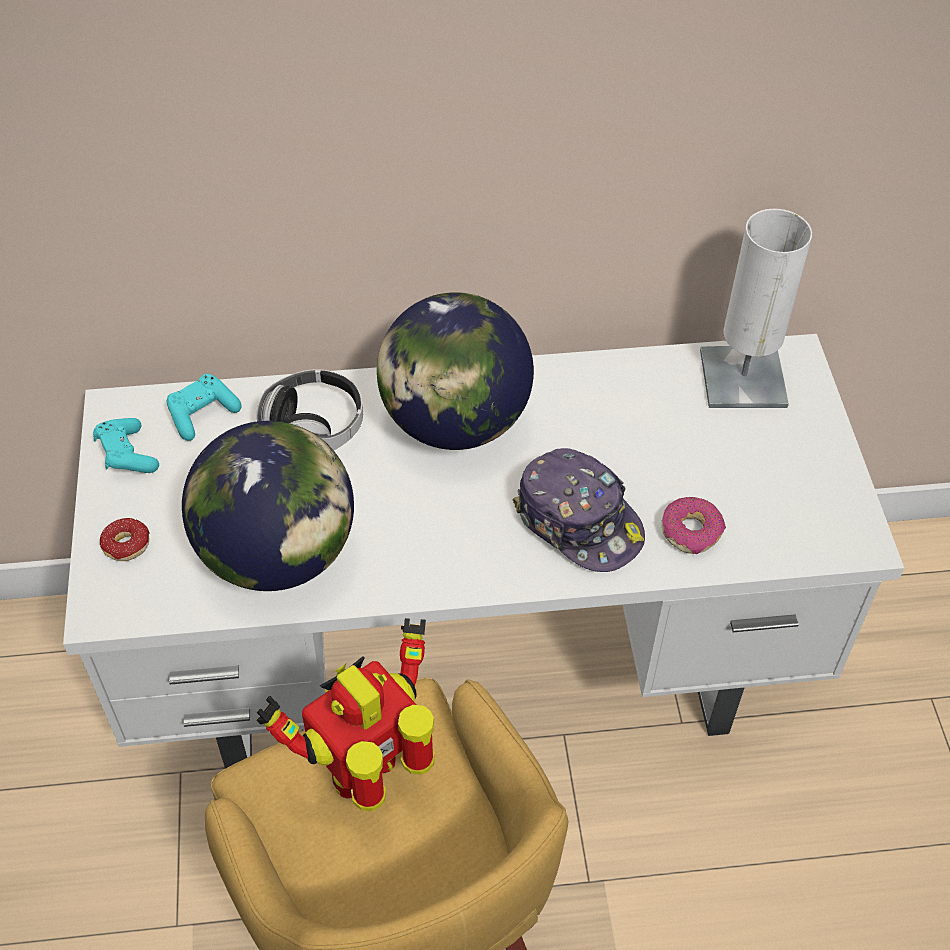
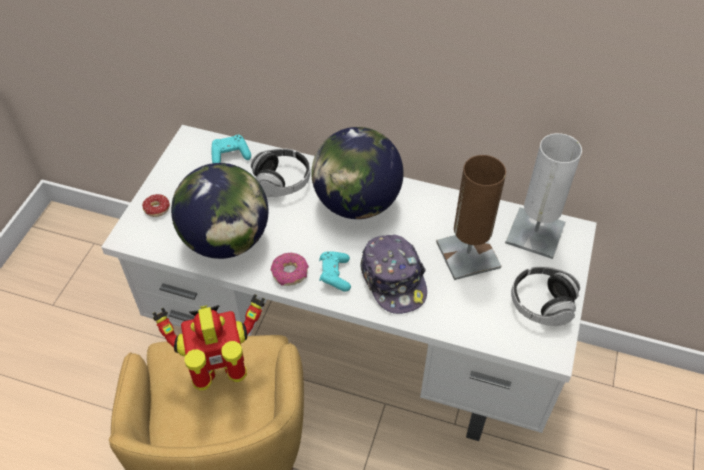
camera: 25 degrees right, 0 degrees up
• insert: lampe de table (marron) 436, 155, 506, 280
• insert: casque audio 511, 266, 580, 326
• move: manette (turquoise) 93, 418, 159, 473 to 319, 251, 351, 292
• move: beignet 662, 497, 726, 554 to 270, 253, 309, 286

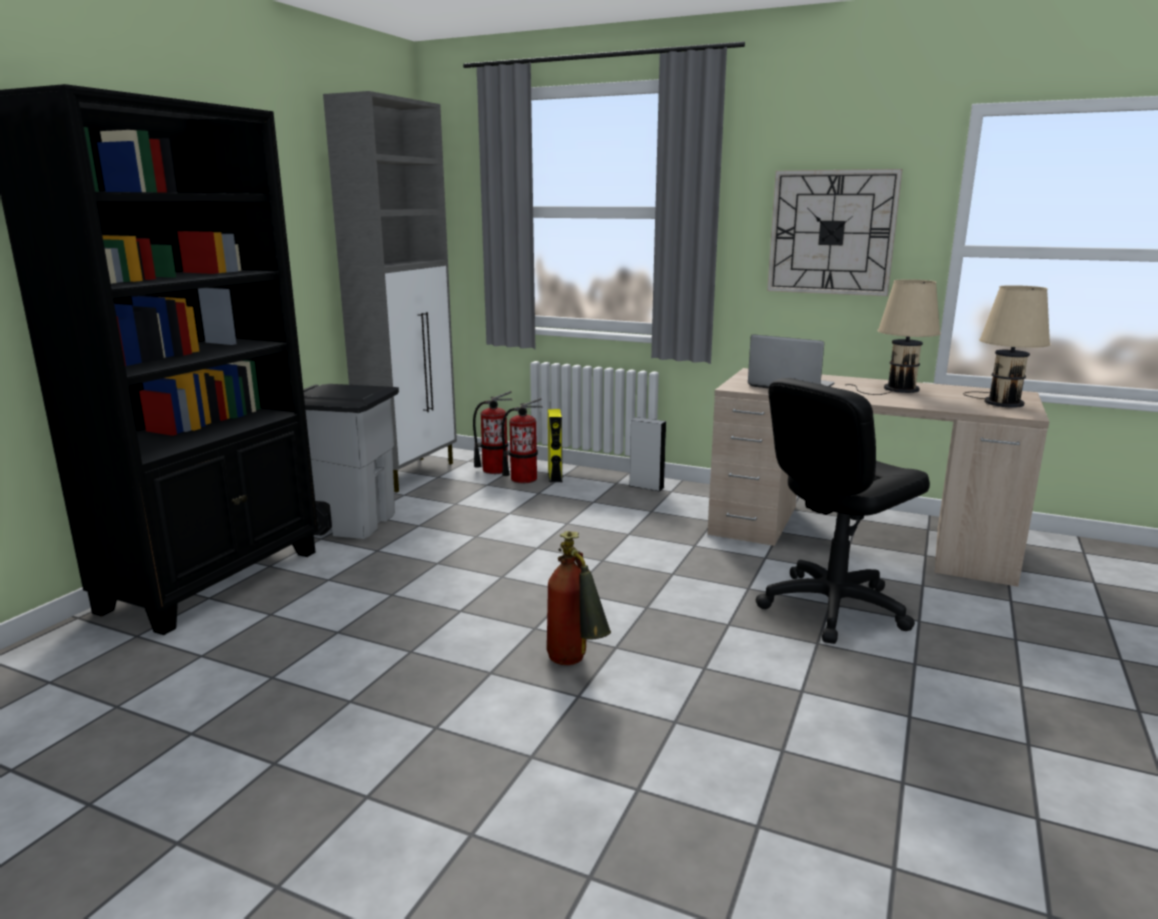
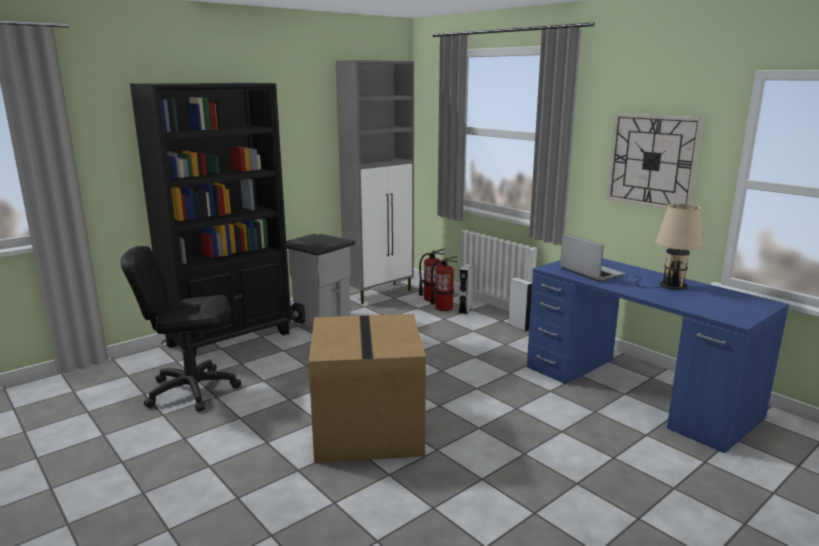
camera: 25 degrees right, 0 degrees up
• delete: lampe de table (beige) 963, 285, 1051, 408
• move: chaise de bureau (noir) 756, 378, 930, 644 to 121, 246, 241, 412
• replace: extincteur 547, 531, 611, 665 to carton 309, 314, 426, 463
• recolor: enceinte (jaune) 548, 409, 563, 483 to enceinte (gris) 458, 264, 473, 314
• recolor: bureau (beige) 707, 368, 1049, 587 to bureau (bleu) 527, 258, 789, 454

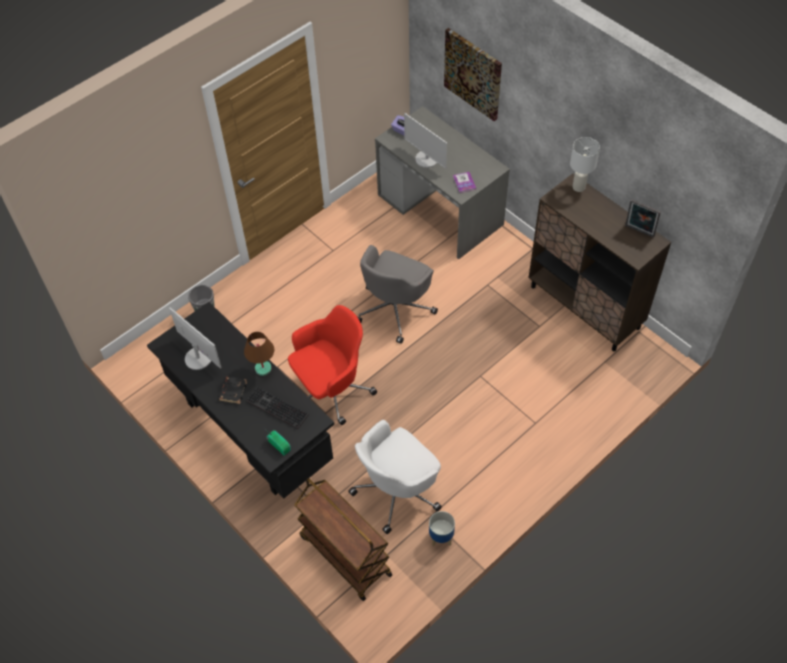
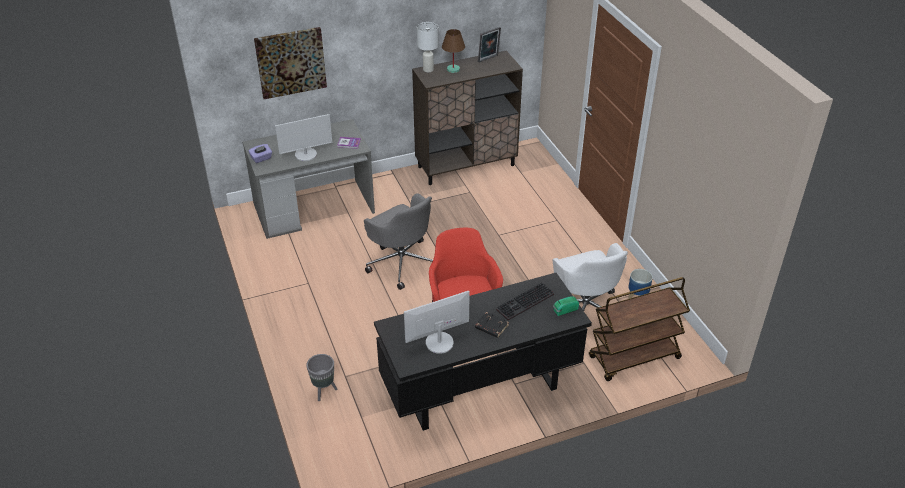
camera: 70 degrees left, 15 degrees down
• move: lampe de table (marron) 244, 332, 274, 376 to 442, 29, 465, 73

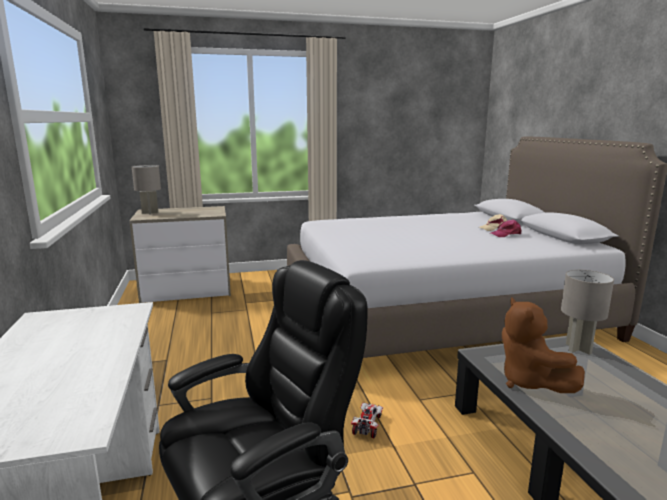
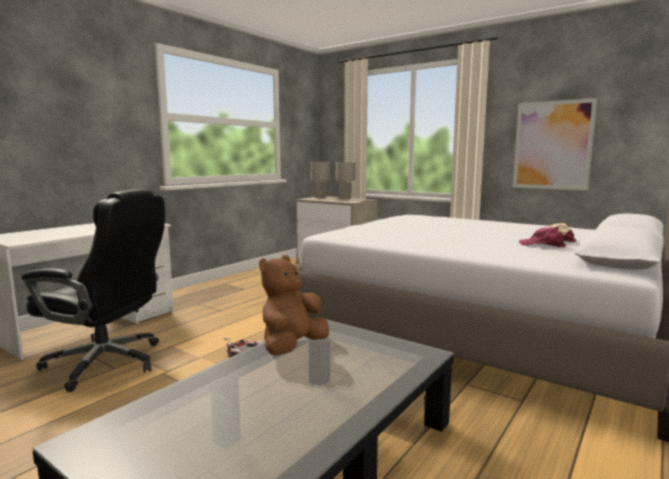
camera: 50 degrees right, 5 degrees down
• insert: tableau 513, 98, 597, 190
• move: lampe de table (gris) 561, 270, 614, 355 to 336, 162, 355, 199

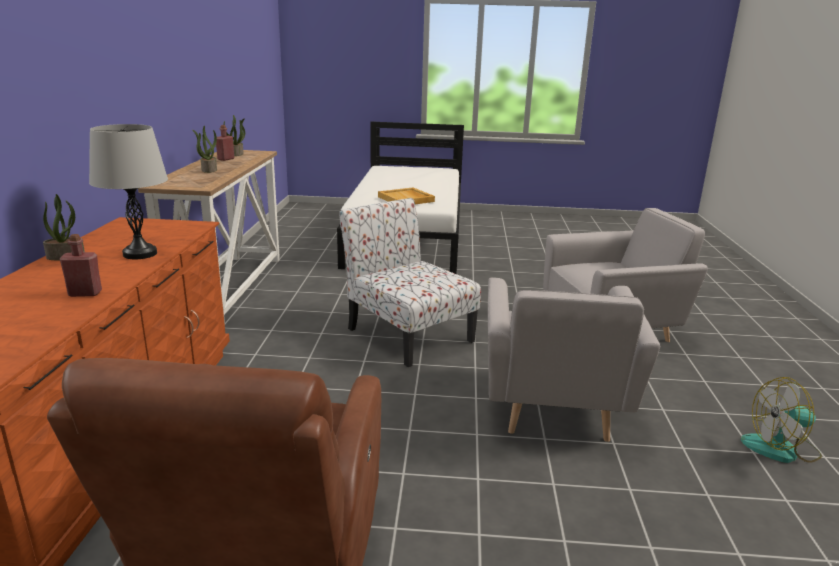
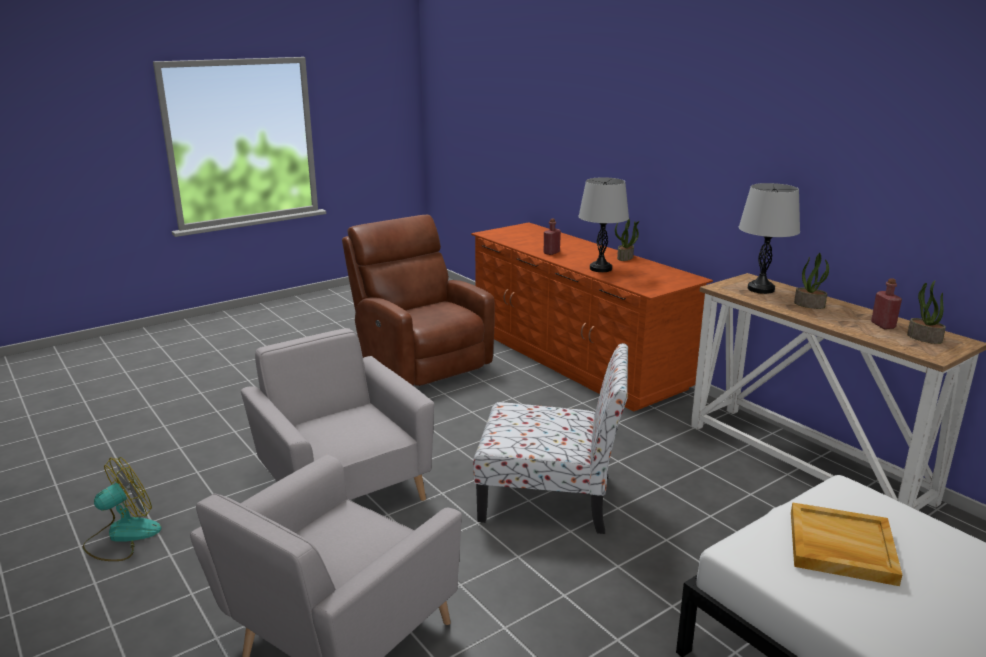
camera: 140 degrees right, 0 degrees up
• insert: lampe de table (gris) 739, 183, 800, 294

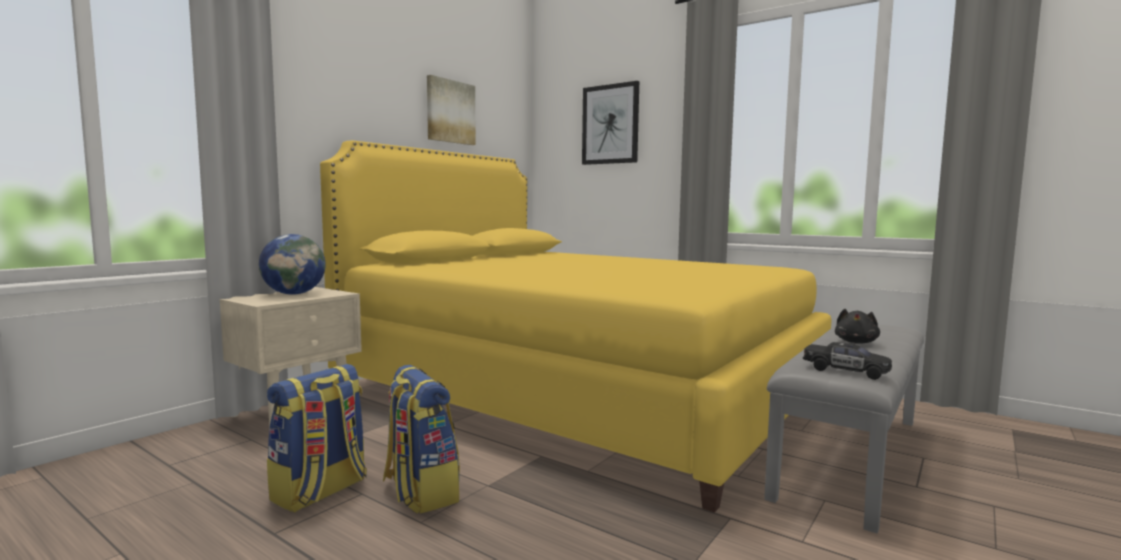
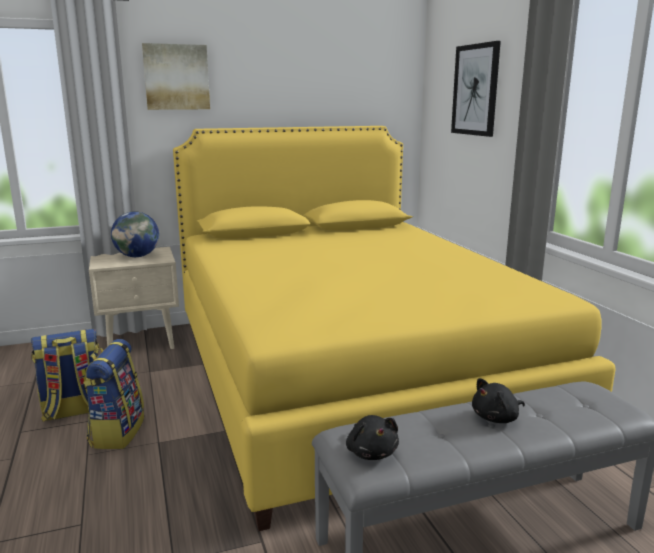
camera: 35 degrees right, 10 degrees up
• move: tableau 427, 75, 476, 145 to 142, 43, 210, 110
• replace: petite voiture (noir) 803, 342, 892, 380 to peluche (noir) 346, 415, 399, 460

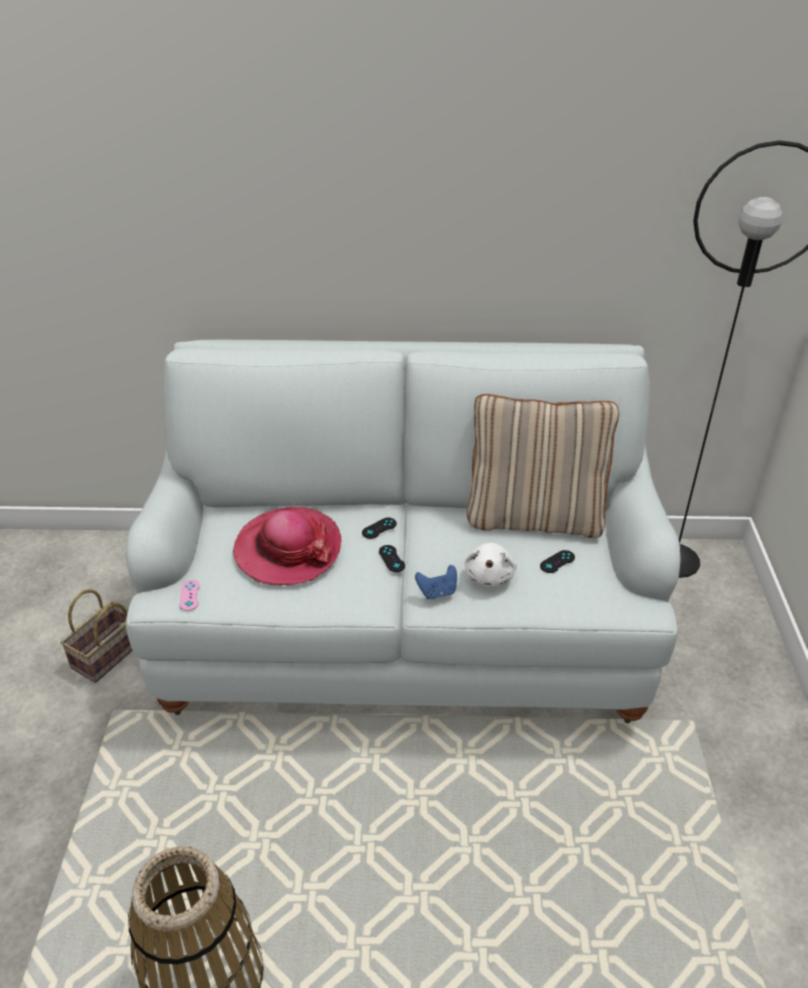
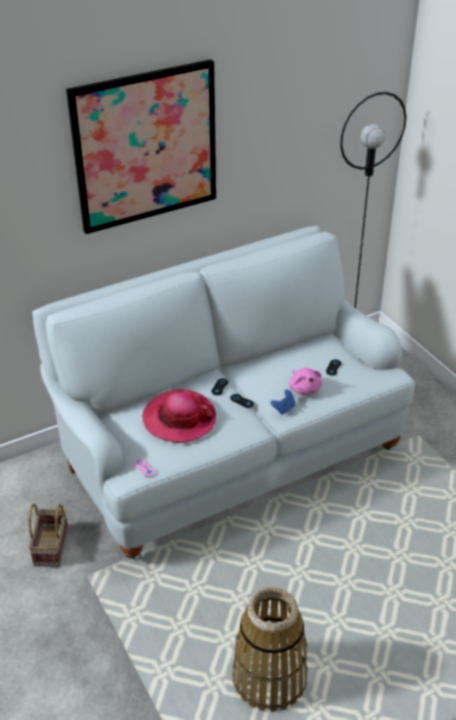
camera: 30 degrees left, 0 degrees up
• delete: coussin (beige) 467, 394, 619, 538
• insert: tableau 66, 59, 216, 234
• recolor: peluche (blanc) 465, 542, 517, 587 to peluche (rose) 289, 368, 322, 395

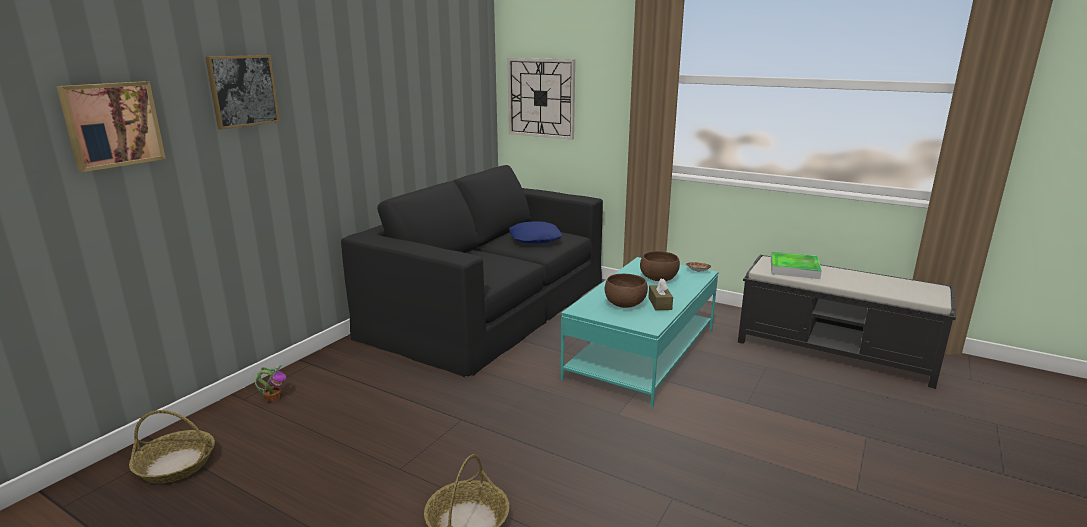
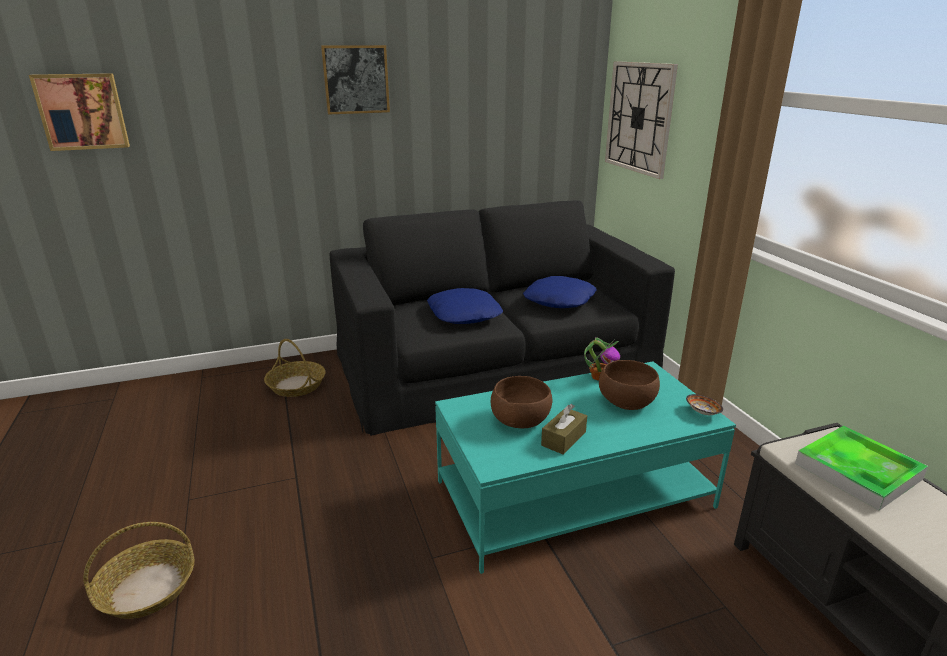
camera: 40 degrees right, 5 degrees up
• insert: coussin (bleu) 427, 288, 503, 324
• move: panier 129, 410, 215, 483 to 264, 339, 326, 397
• move: tableau 205, 55, 280, 129 to 321, 45, 390, 115
• move: plante en pot 255, 365, 286, 402 to 584, 337, 620, 380

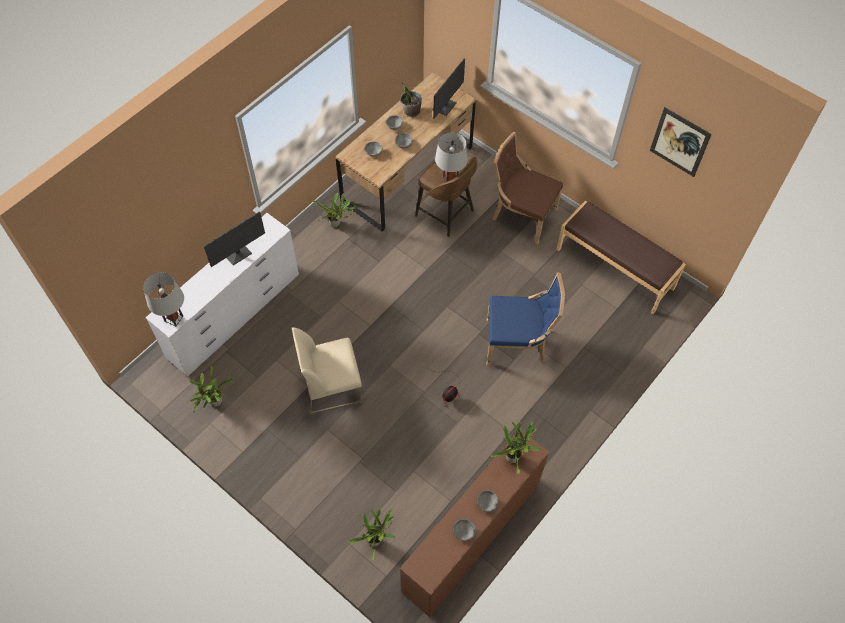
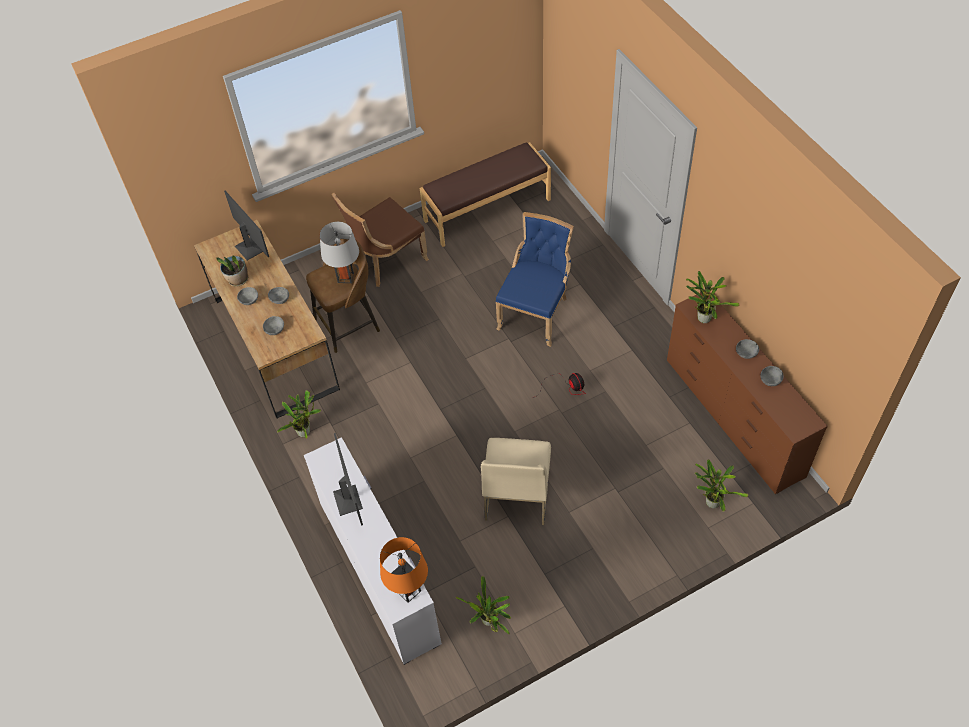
camera: 65 degrees left, 5 degrees down
• delete: tableau 650, 107, 712, 177
• recolor: lampe de table (gris) 143, 272, 184, 326 to lampe de table (orange) 380, 537, 428, 603

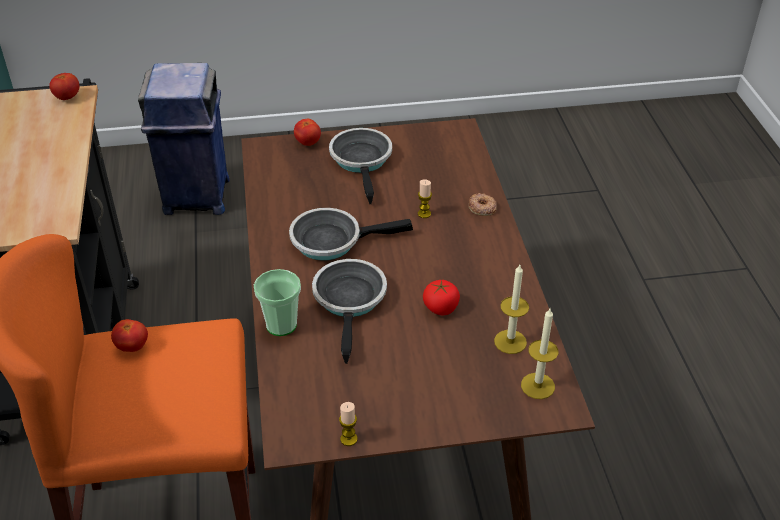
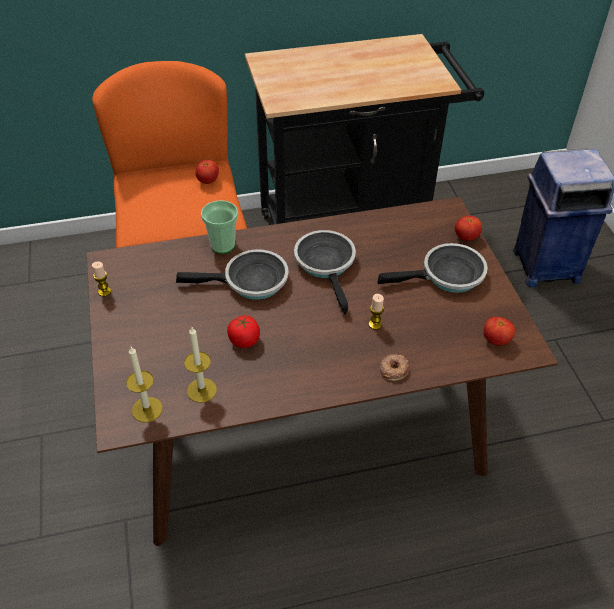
camera: 85 degrees right, 5 degrees up
• move: tomate 49, 73, 79, 100 to 483, 317, 515, 346

